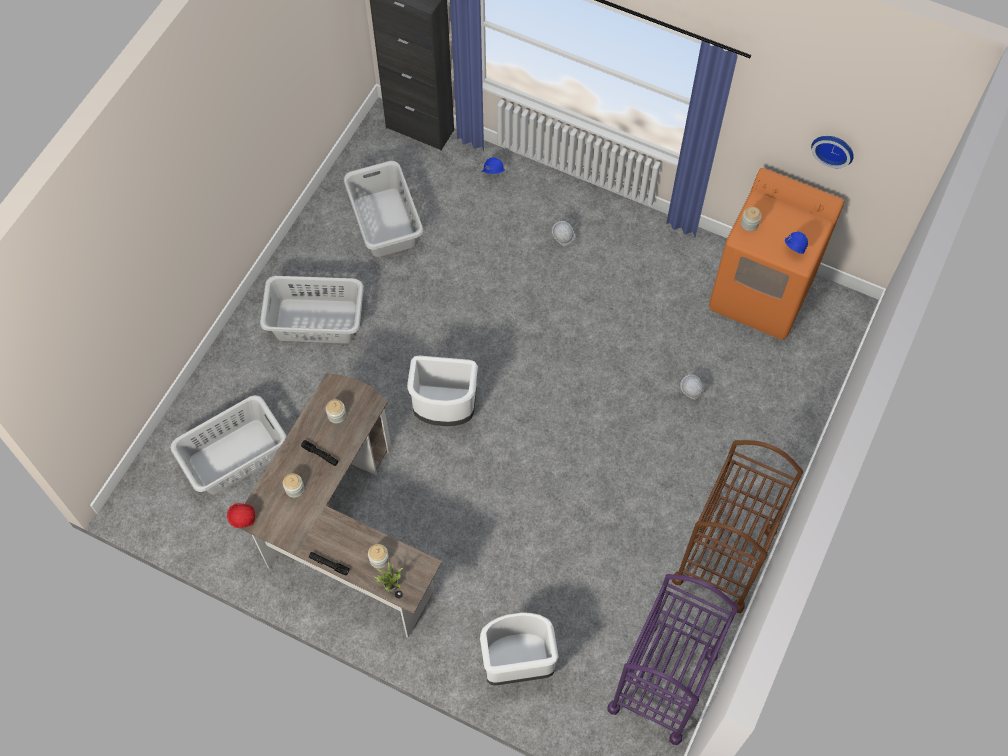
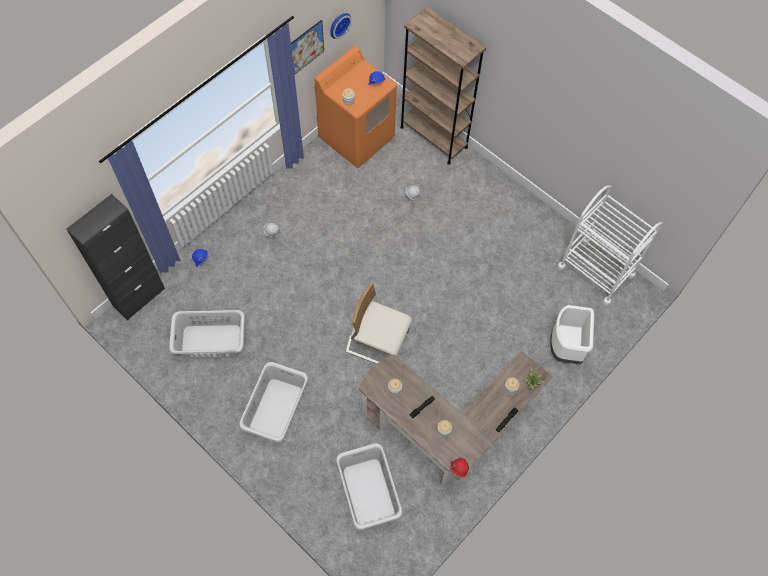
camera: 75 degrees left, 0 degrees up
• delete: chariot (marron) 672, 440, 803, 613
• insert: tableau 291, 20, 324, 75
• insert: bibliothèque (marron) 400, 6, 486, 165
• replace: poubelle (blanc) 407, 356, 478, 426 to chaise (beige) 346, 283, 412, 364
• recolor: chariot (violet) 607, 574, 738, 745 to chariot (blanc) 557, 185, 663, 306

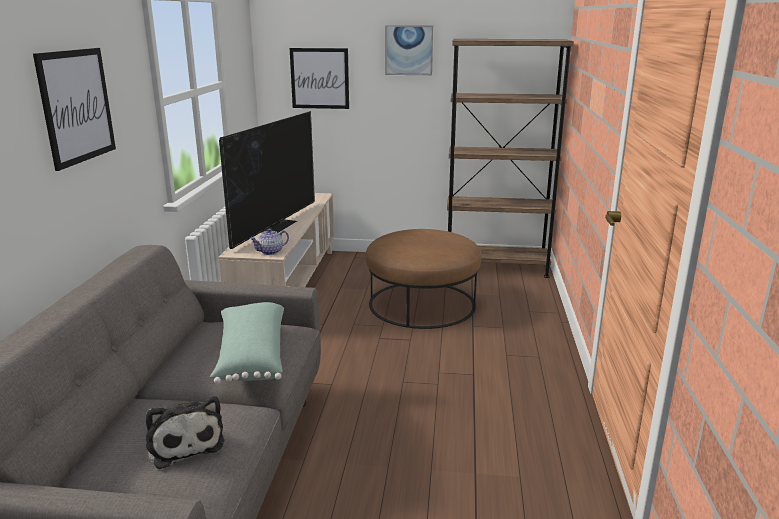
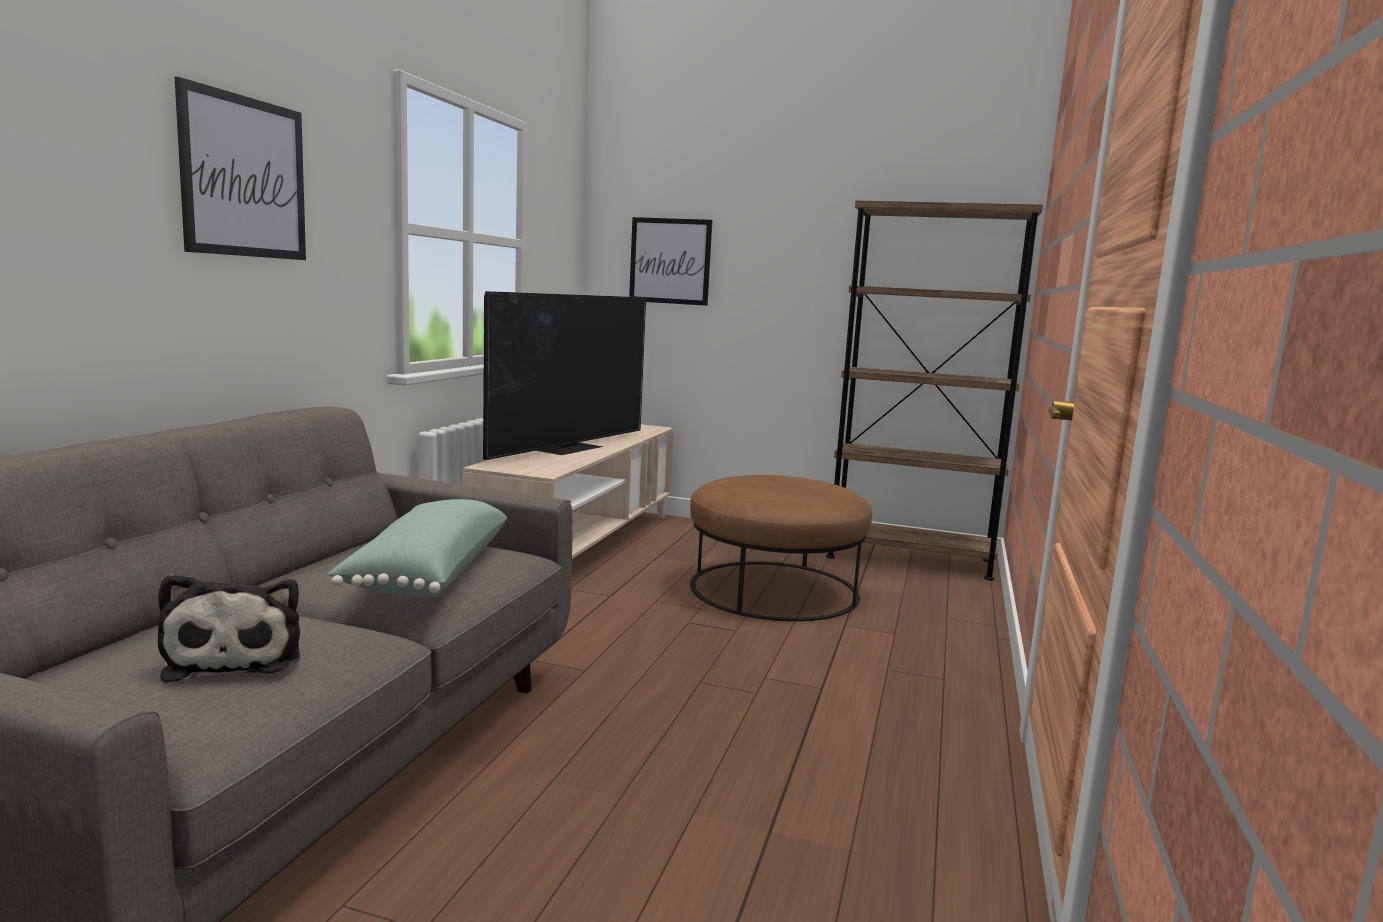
camera: 10 degrees right, 10 degrees down
• delete: théière 250, 229, 289, 255
• delete: tableau 385, 25, 433, 75

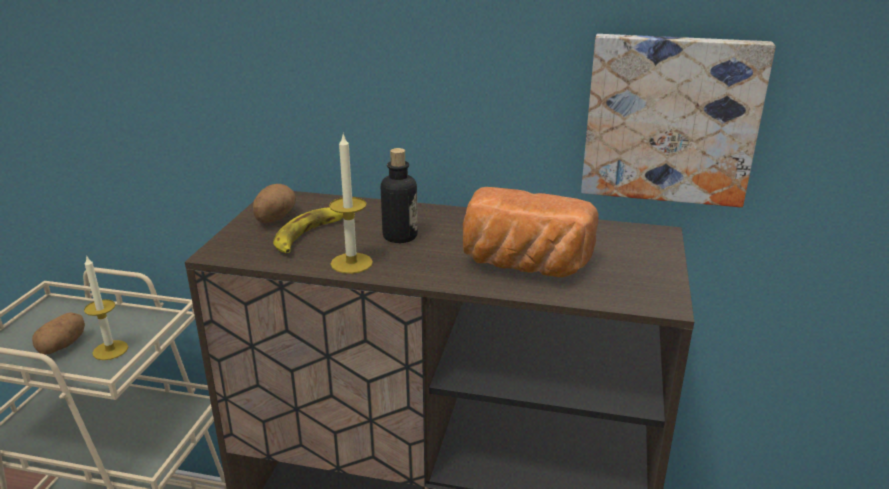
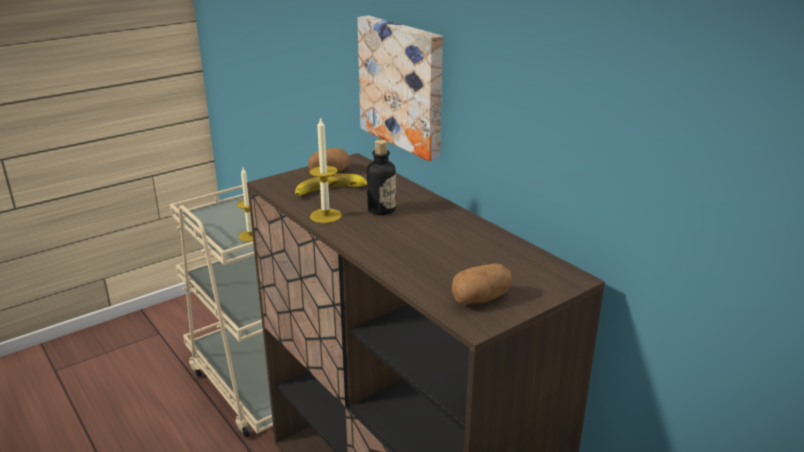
camera: 40 degrees right, 0 degrees up
• delete: pain 463, 187, 599, 277
• move: pomme de terre 32, 312, 85, 354 to 452, 264, 511, 304
• move: tableau 581, 34, 776, 207 to 357, 15, 443, 161

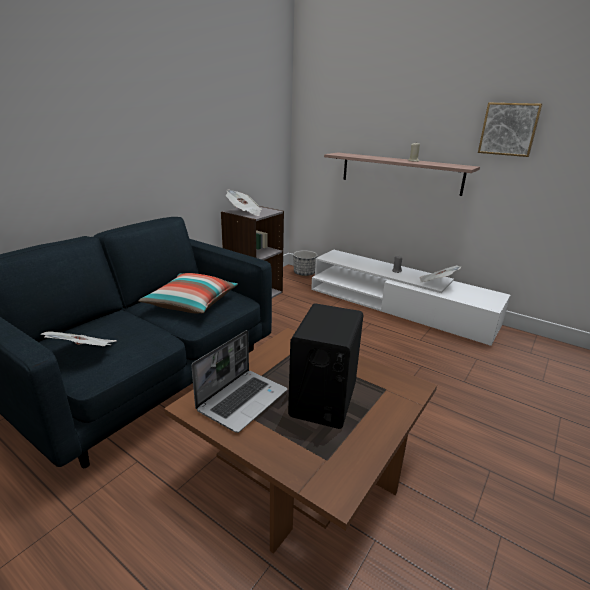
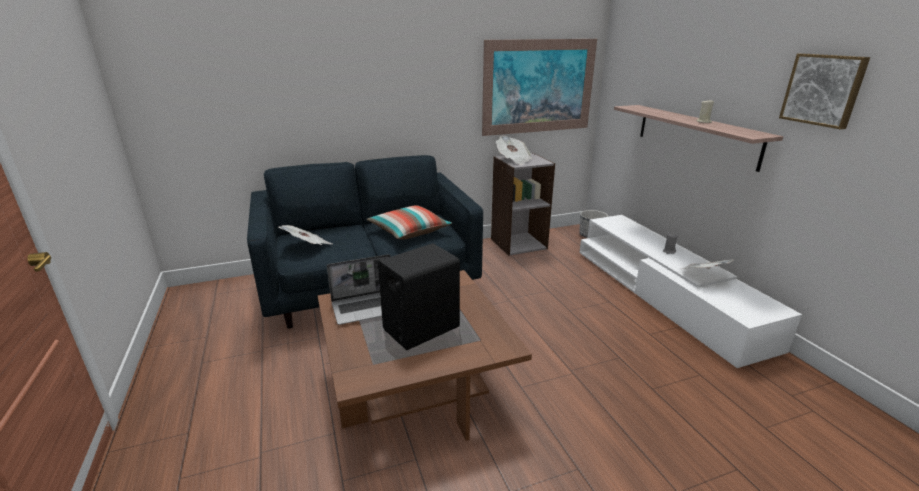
camera: 35 degrees right, 0 degrees up
• insert: tableau 482, 39, 597, 136

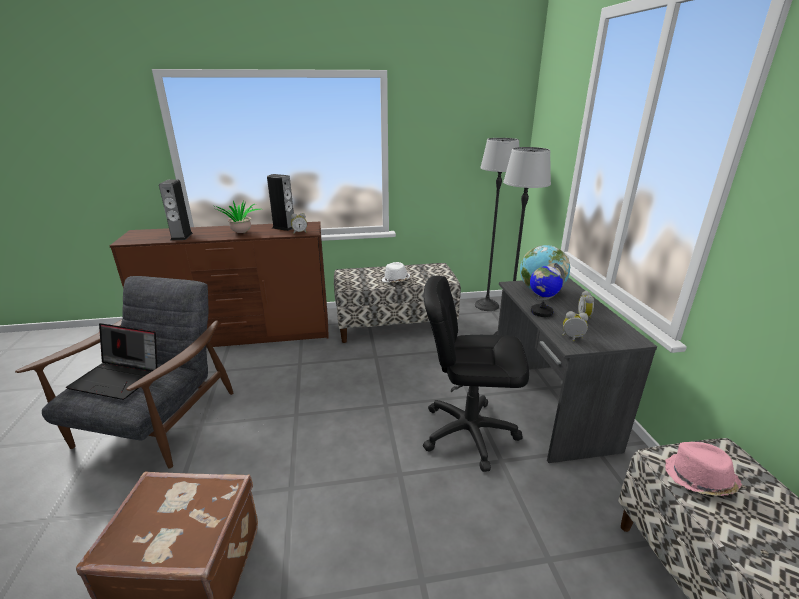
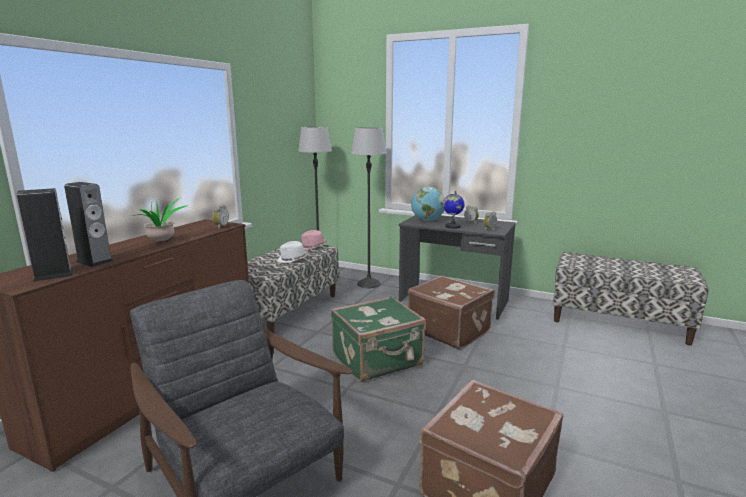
camera: 55 degrees left, 10 degrees down
• delete: ordinateur portable 66, 323, 157, 400
• insert: valise (vert) 331, 296, 426, 382
• move: enceinte 267, 174, 294, 231 to 17, 188, 74, 282
• move: chapeau (rose) 665, 442, 742, 496 to 301, 230, 327, 250
• replace: chaise de bureau (noir) 423, 276, 529, 472 to valise (marron) 408, 275, 495, 350

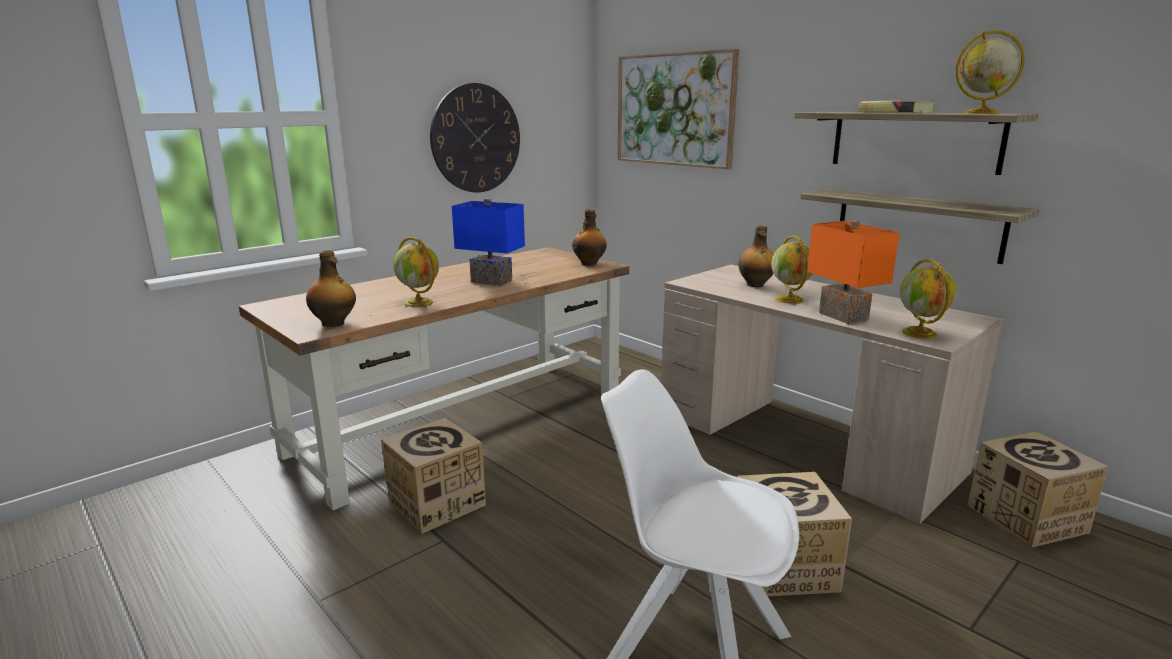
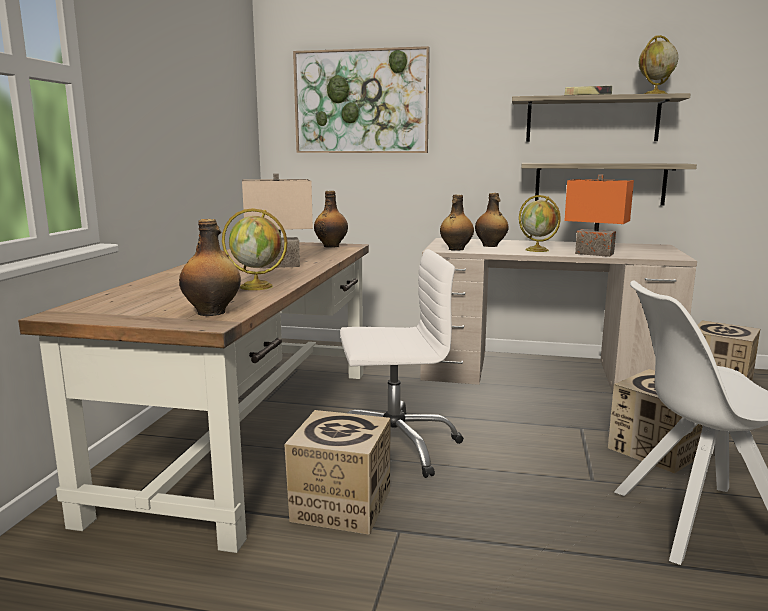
camera: 35 degrees left, 5 degrees down
• delete: horloge murale 430, 83, 520, 192
• delete: globe 900, 259, 956, 339
• insert: chaise de bureau (blanc) 340, 249, 464, 478
• insert: bouteille 440, 195, 474, 251
• recolor: lampe de table (bleu) 452, 199, 525, 286 to lampe de table (beige) 242, 173, 313, 268

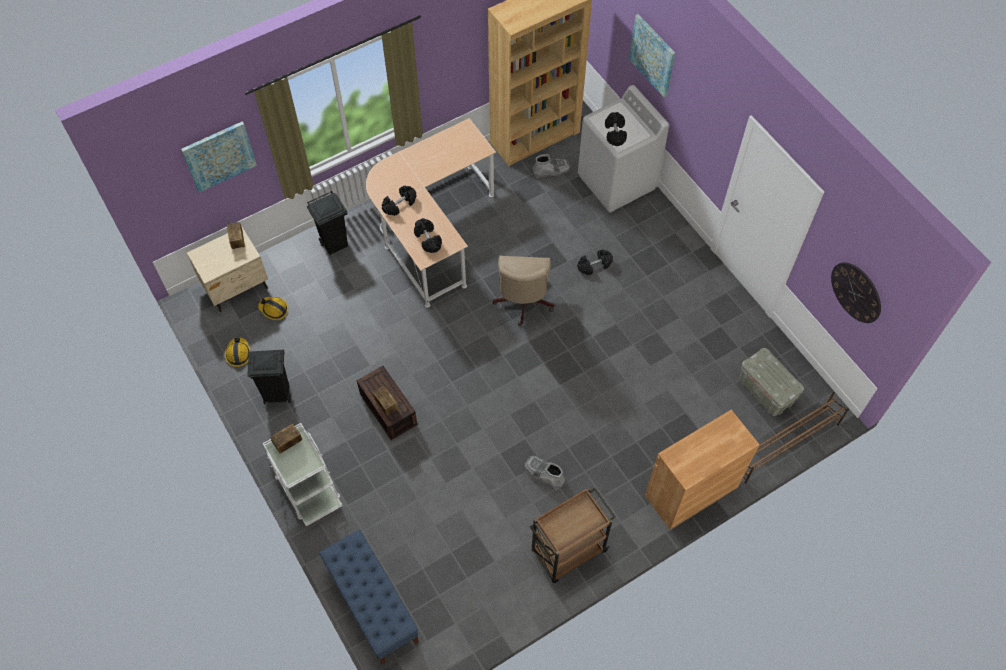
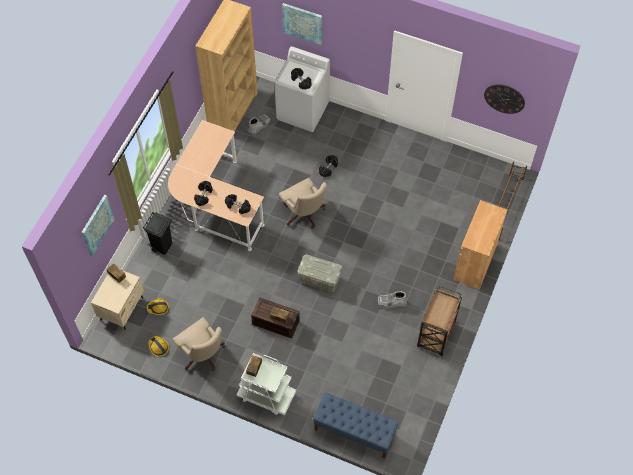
camera: 35 degrees left, 0 degrees up
• move: boîte de rangement (gris) 739, 348, 804, 416 to 298, 255, 342, 292
• replace: poubelle (noir) 247, 350, 291, 404 to chaise de bureau (beige) 173, 317, 226, 371

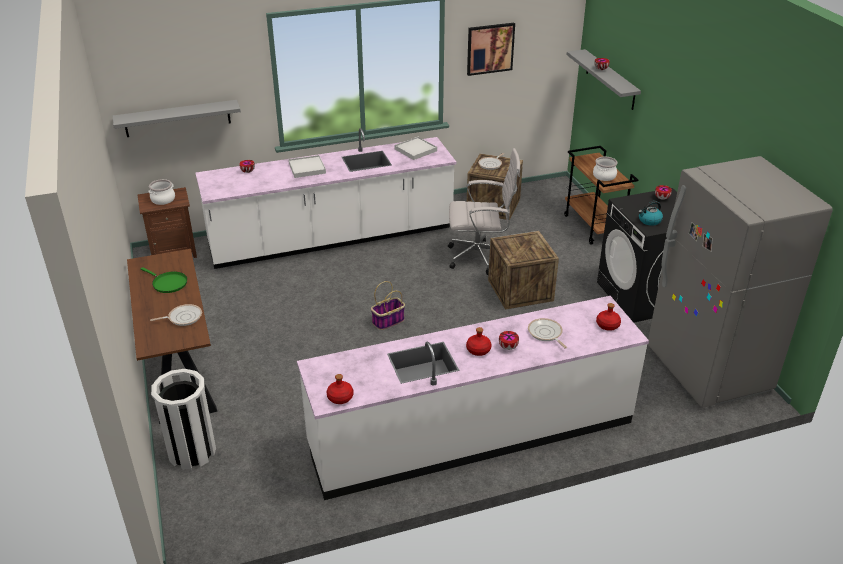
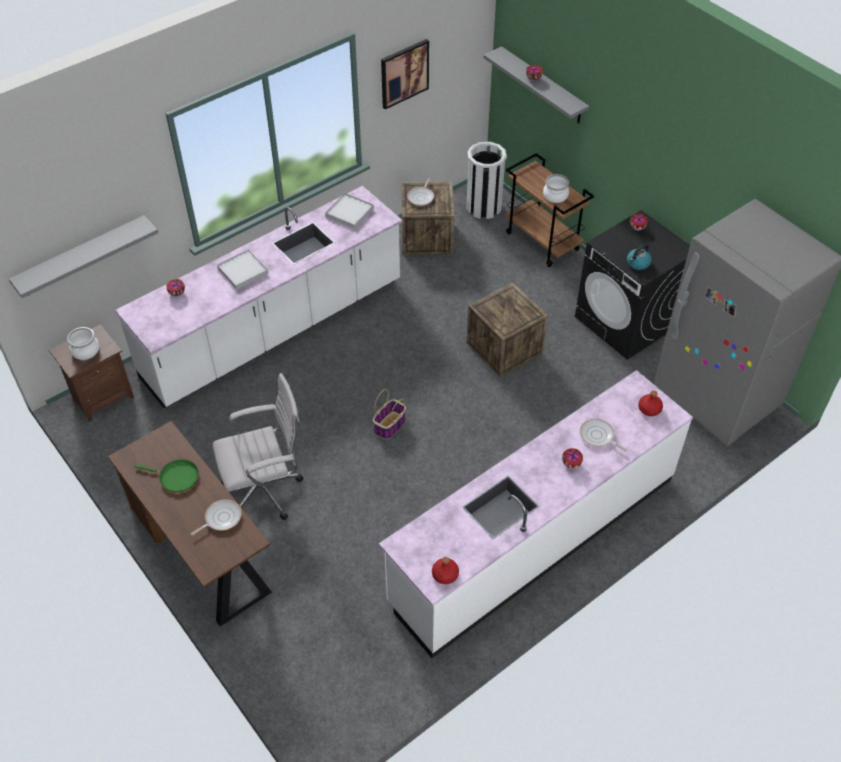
camera: 20 degrees left, 15 degrees up
• delete: bouteille (rouge) 466, 327, 491, 356
• move: poubelle (blanc) 151, 369, 216, 469 to 466, 142, 507, 219
• move: chaise de bureau (blanc) 448, 148, 520, 275 to 213, 373, 304, 520

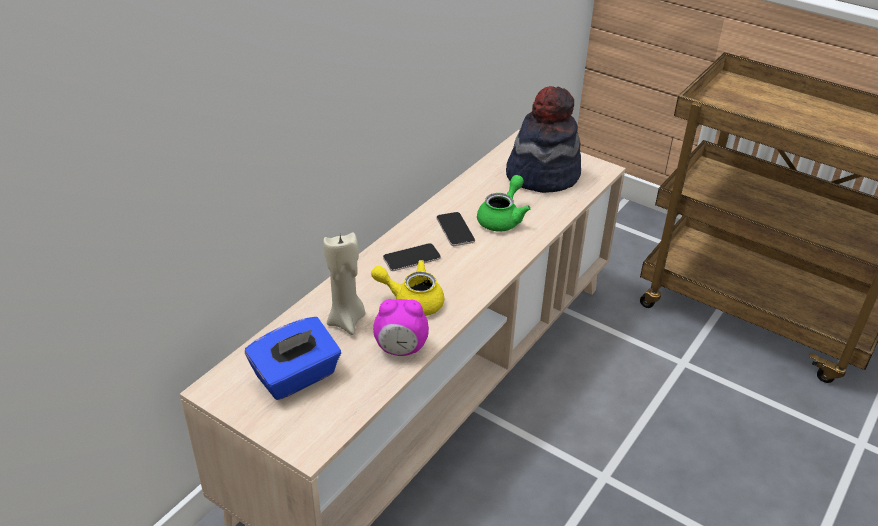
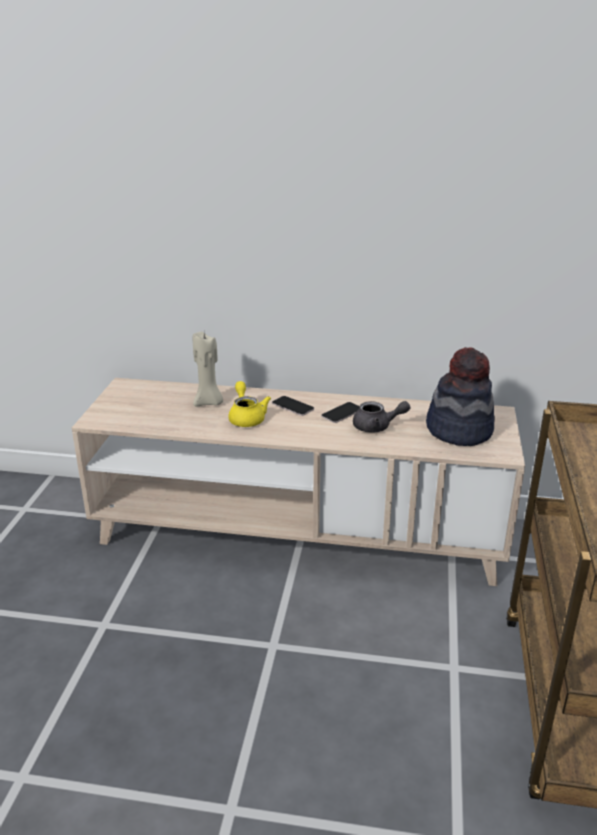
camera: 65 degrees right, 10 degrees down
• delete: boîte à mouchoirs (bleu) 245, 317, 341, 400
• delete: réveil 373, 299, 429, 356
• recolor: théière (vert) 477, 175, 531, 231 to théière (gris) 353, 401, 411, 432

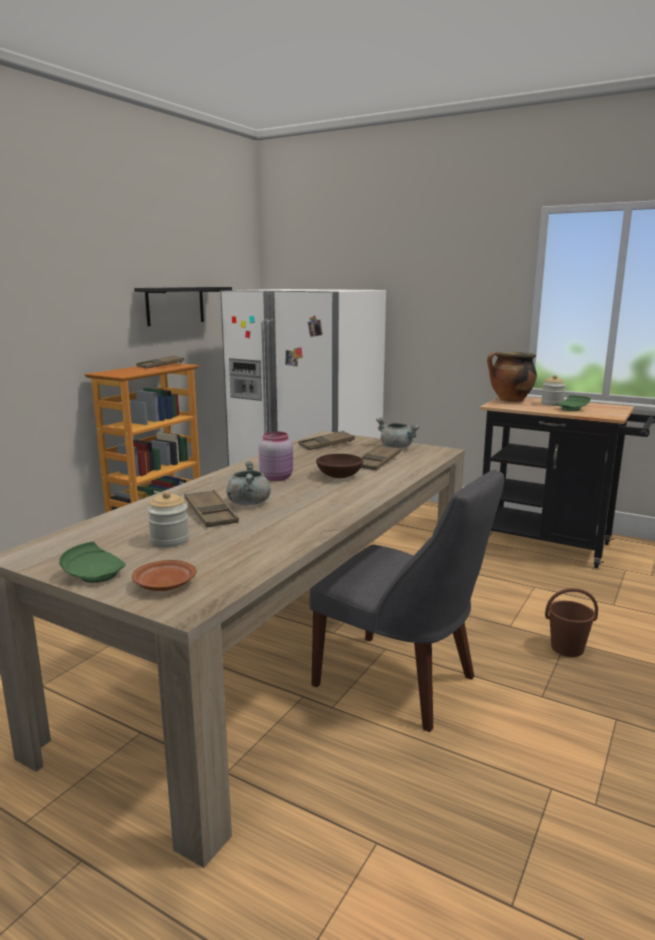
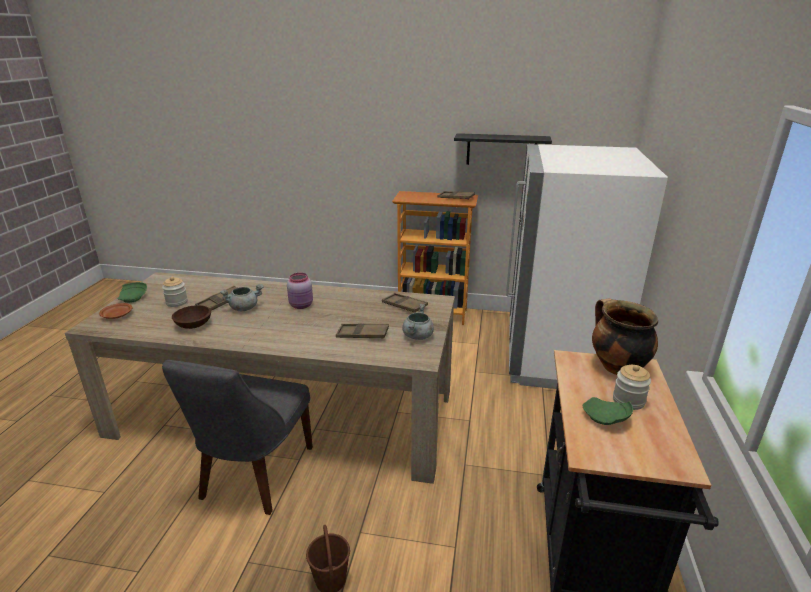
camera: 70 degrees right, 10 degrees up
• move: bol (marron) 316, 454, 363, 478 to 172, 305, 211, 329

